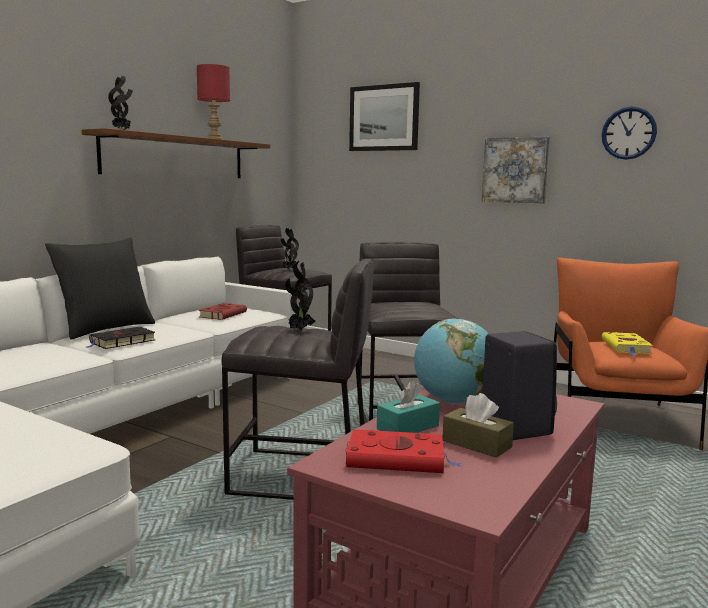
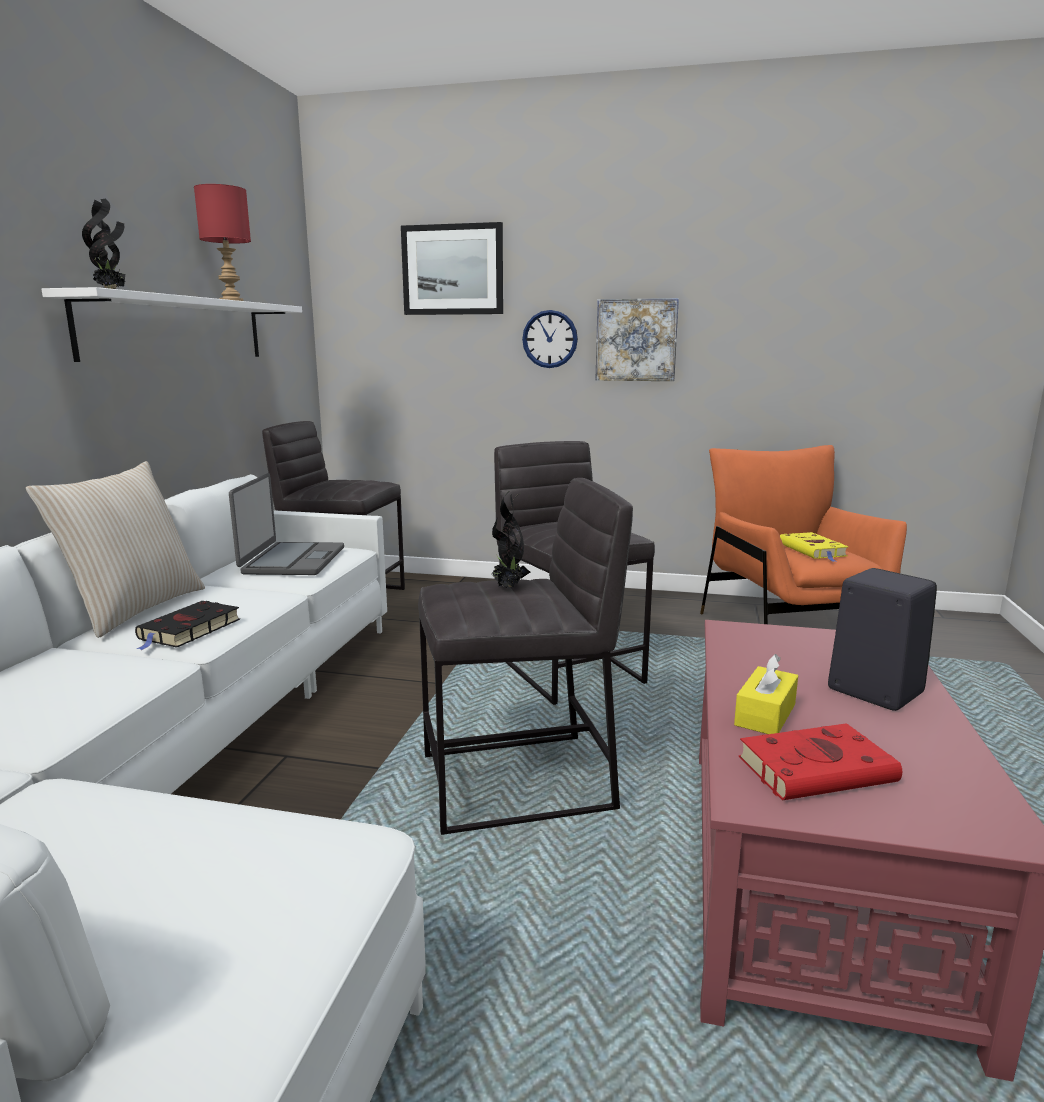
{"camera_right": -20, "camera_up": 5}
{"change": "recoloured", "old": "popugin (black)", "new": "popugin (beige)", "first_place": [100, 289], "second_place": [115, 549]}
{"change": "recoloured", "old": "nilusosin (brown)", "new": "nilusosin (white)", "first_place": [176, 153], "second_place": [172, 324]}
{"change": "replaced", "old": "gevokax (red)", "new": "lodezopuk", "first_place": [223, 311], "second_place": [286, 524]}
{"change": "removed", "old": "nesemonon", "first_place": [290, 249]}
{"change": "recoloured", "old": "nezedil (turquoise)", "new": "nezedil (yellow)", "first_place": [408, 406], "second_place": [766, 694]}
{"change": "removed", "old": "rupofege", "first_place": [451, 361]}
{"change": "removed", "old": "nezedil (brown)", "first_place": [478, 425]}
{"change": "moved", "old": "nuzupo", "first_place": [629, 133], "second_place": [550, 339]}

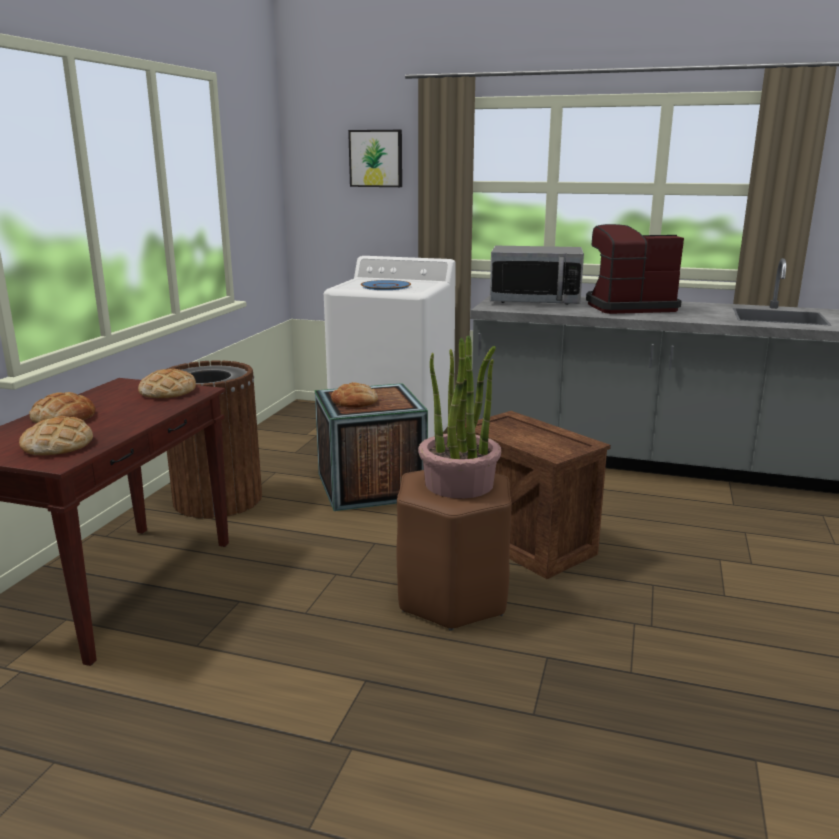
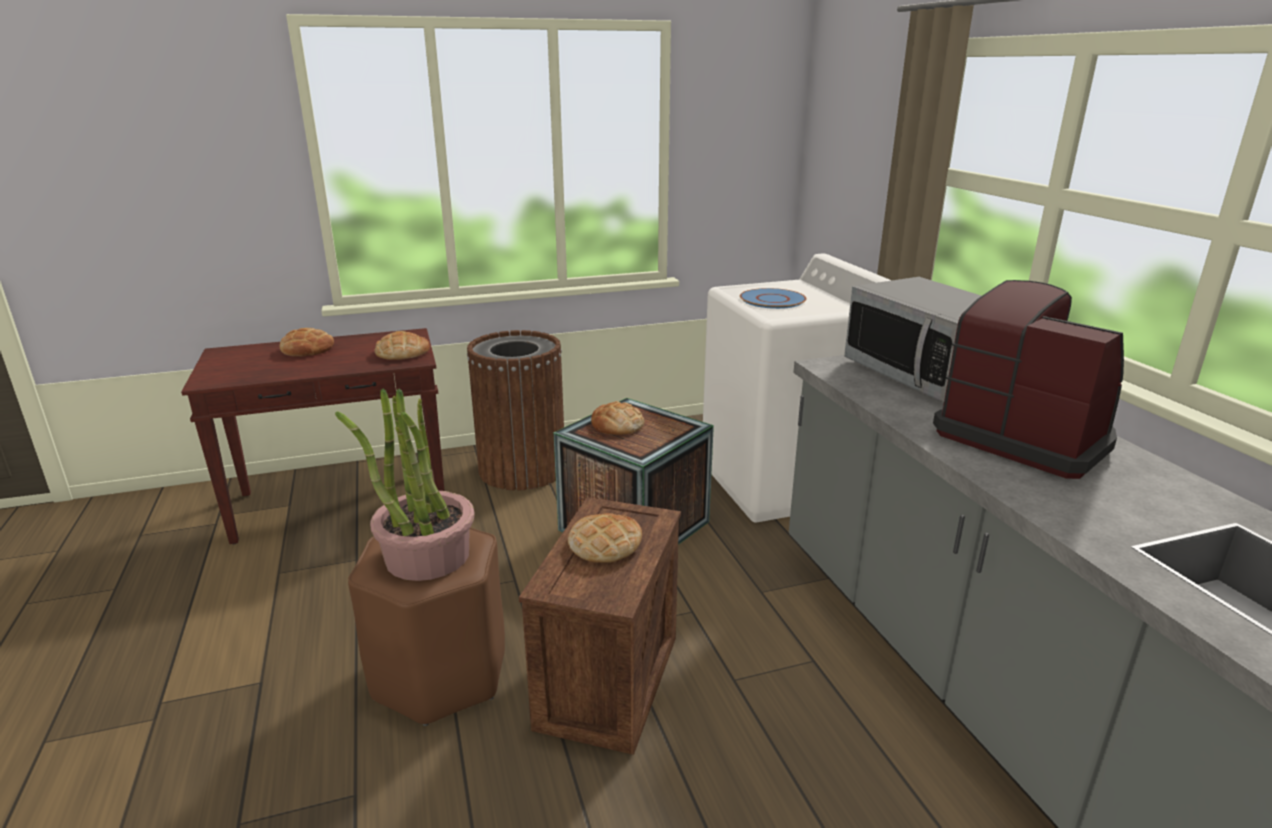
{"camera_right": 55, "camera_up": 5}
{"change": "moved", "old": "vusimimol", "first_place": [56, 435], "second_place": [605, 538]}
{"change": "removed", "old": "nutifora", "first_place": [375, 158]}

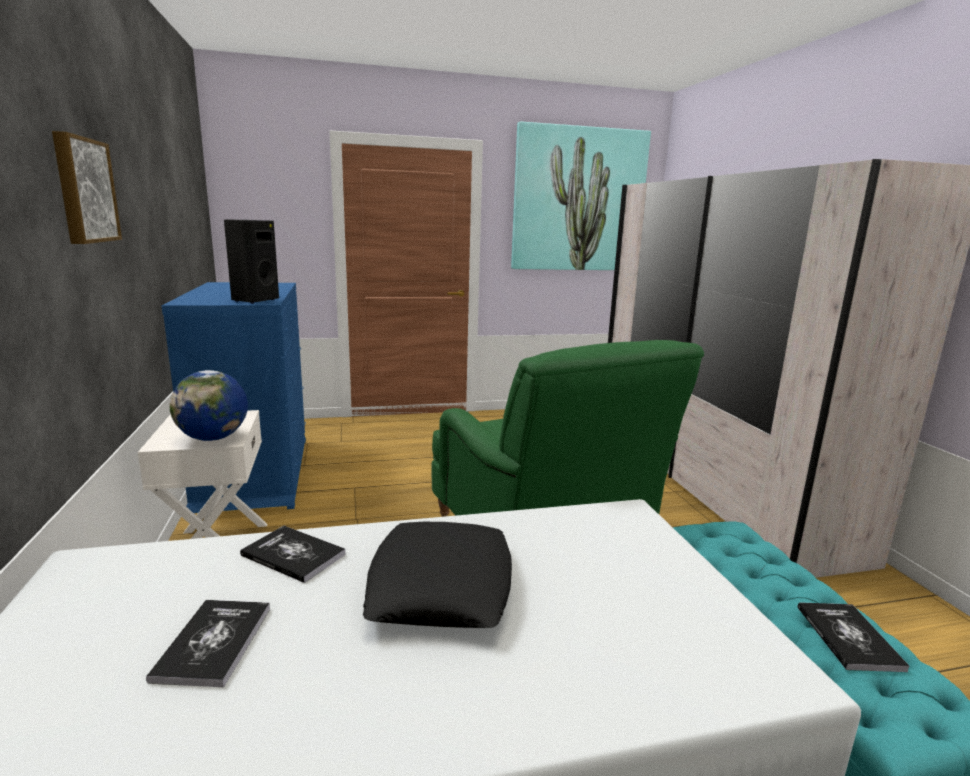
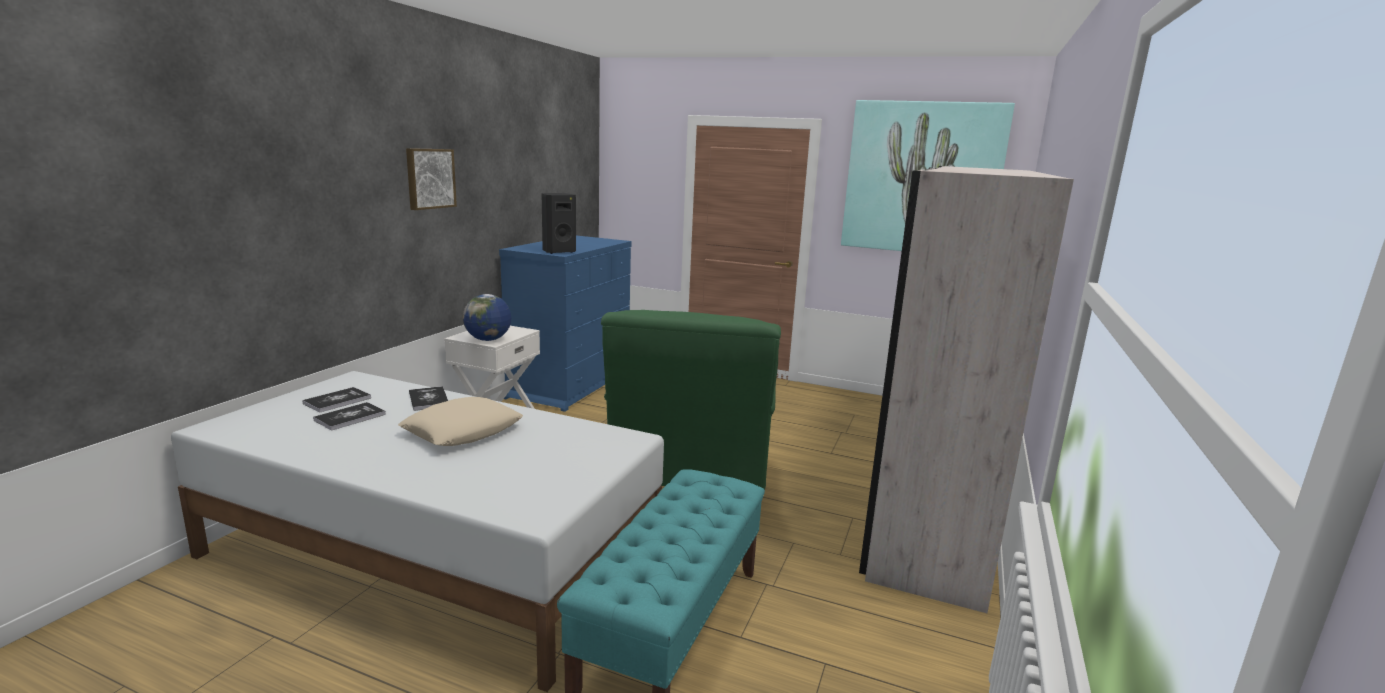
{"camera_right": 35, "camera_up": 0}
{"change": "recoloured", "old": "popugin (black)", "new": "popugin (beige)", "first_place": [437, 575], "second_place": [460, 421]}
{"change": "moved", "old": "gevokax", "first_place": [854, 637], "second_place": [336, 399]}

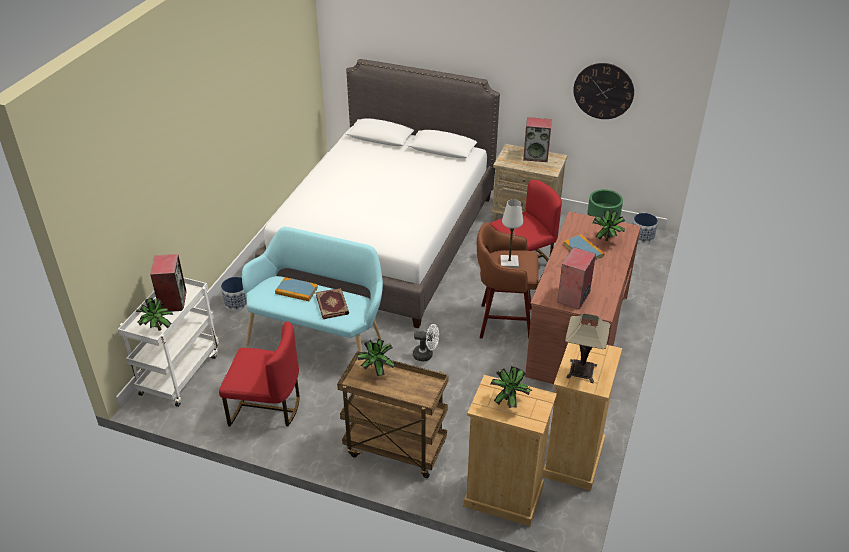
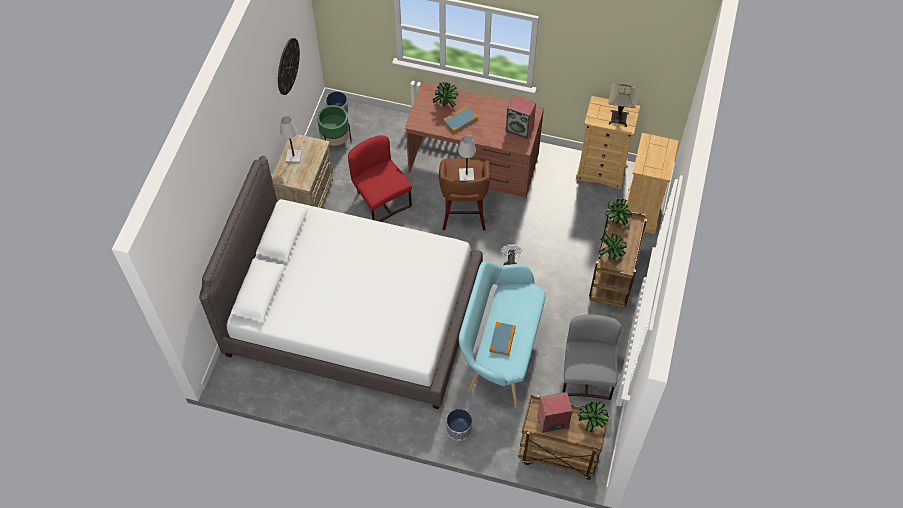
{"camera_right": -95, "camera_up": 20}
{"change": "recoloured", "old": "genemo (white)", "new": "genemo (brown)", "first_place": [168, 342], "second_place": [563, 437]}
{"change": "recoloured", "old": "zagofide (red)", "new": "zagofide (grey)", "first_place": [259, 373], "second_place": [592, 357]}
{"change": "removed", "old": "gevokax", "first_place": [332, 303]}
{"change": "moved", "old": "nesemonon", "first_place": [511, 387], "second_place": [618, 212]}
{"change": "replaced", "old": "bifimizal", "new": "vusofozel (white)", "first_place": [537, 139], "second_place": [291, 139]}

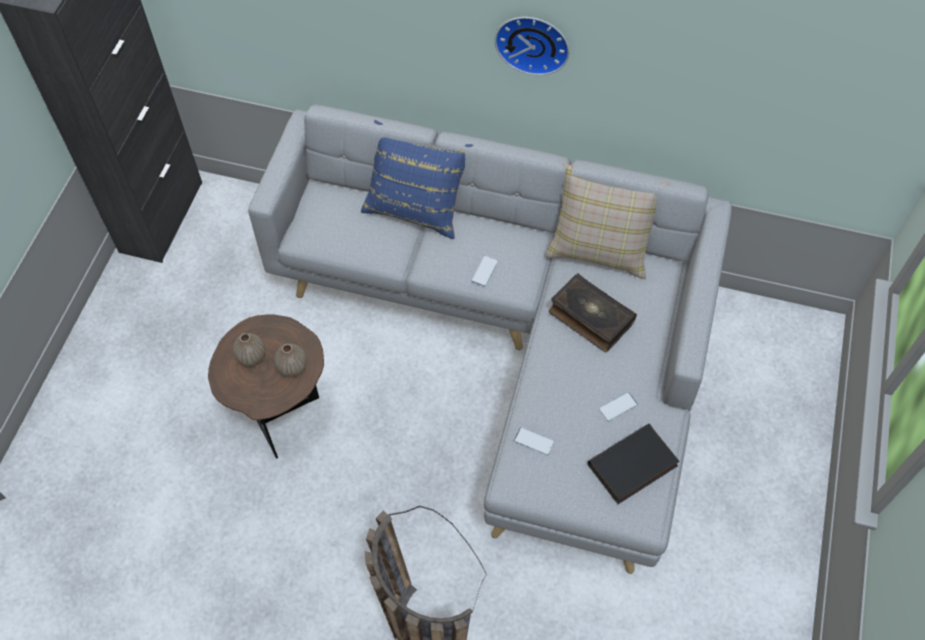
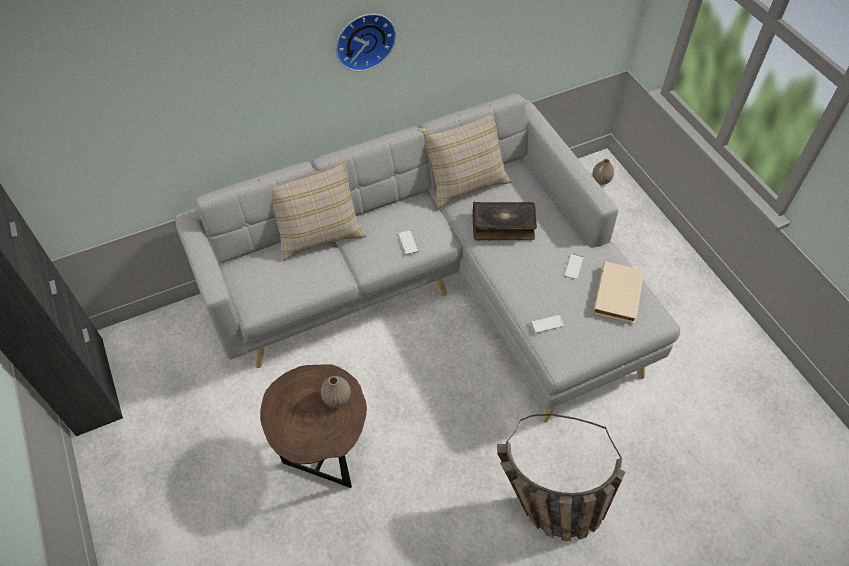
{"camera_right": -40, "camera_up": -5}
{"change": "moved", "old": "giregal", "first_place": [249, 350], "second_place": [603, 172]}
{"change": "recoloured", "old": "popugin (blue)", "new": "popugin (beige)", "first_place": [417, 179], "second_place": [312, 207]}
{"change": "recoloured", "old": "gevokax (black)", "new": "gevokax (beige)", "first_place": [634, 464], "second_place": [619, 292]}

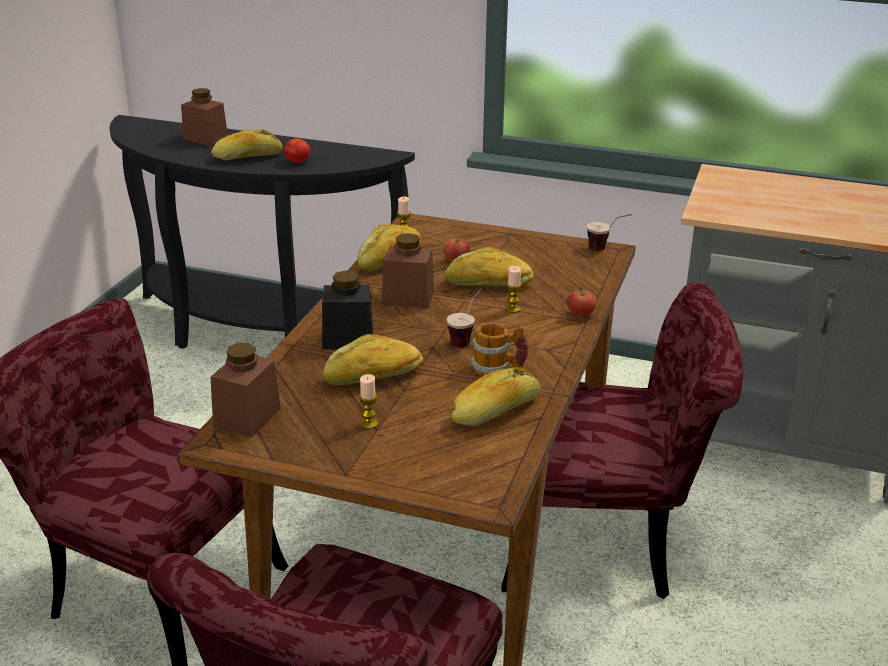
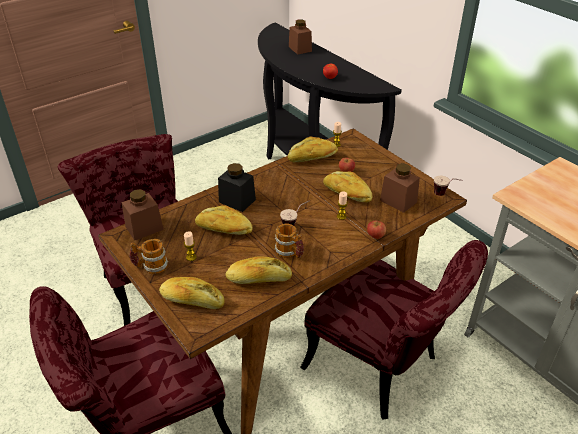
{"camera_right": 35, "camera_up": 10}
{"change": "moved", "old": "vusimimol", "first_place": [247, 144], "second_place": [192, 293]}
{"change": "moved", "old": "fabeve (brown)", "first_place": [408, 270], "second_place": [400, 188]}
{"change": "added", "new": "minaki", "second_place": [148, 256]}

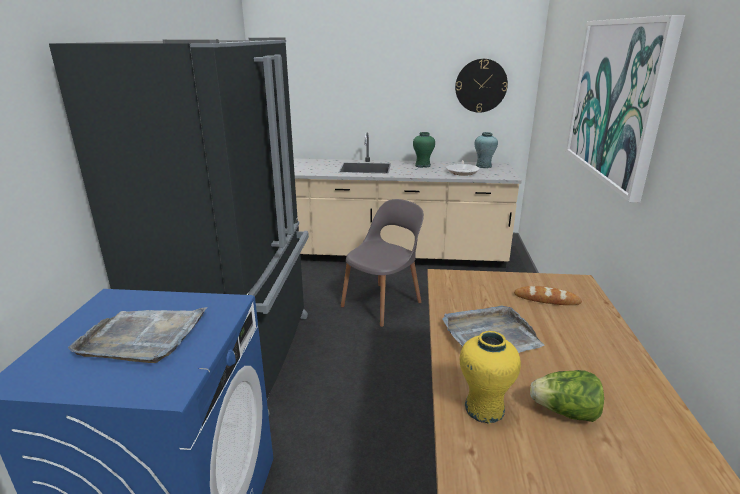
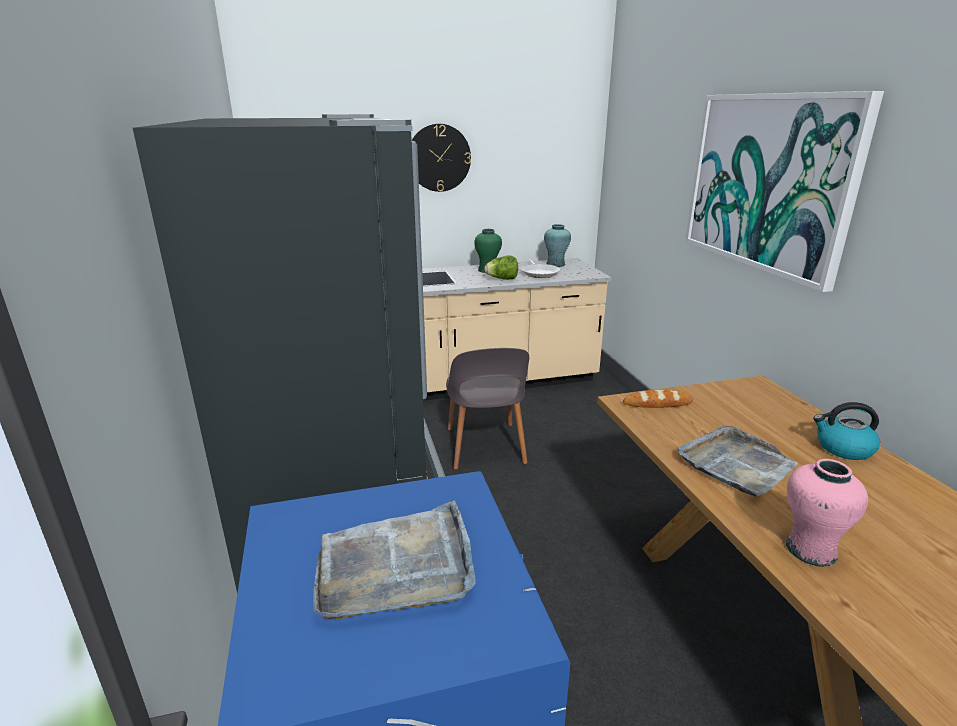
{"camera_right": -20, "camera_up": 0}
{"change": "turned", "old": "zagofide (grey)", "first_place": [382, 263], "second_place": [487, 409], "degrees": 150}
{"change": "moved", "old": "nuzupo", "first_place": [481, 86], "second_place": [441, 158]}
{"change": "recoloured", "old": "giregal (yellow)", "new": "giregal (pink)", "first_place": [490, 377], "second_place": [827, 513]}
{"change": "moved", "old": "vusimimol", "first_place": [548, 295], "second_place": [658, 399]}
{"change": "moved", "old": "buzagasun", "first_place": [567, 396], "second_place": [501, 267]}
{"change": "added", "new": "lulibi", "second_place": [846, 431]}

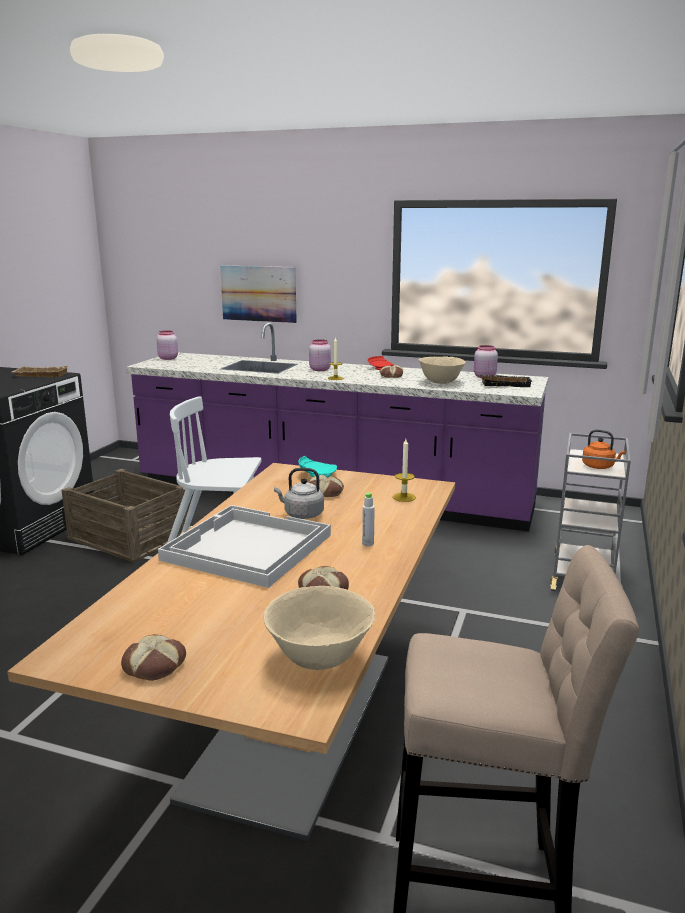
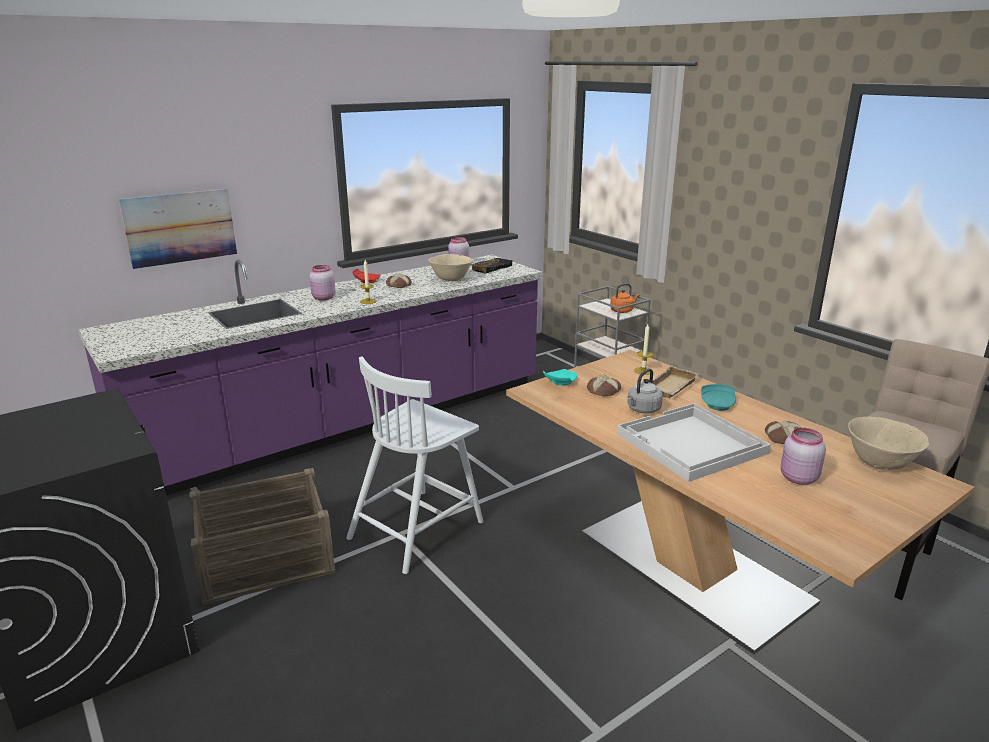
{"camera_right": -55, "camera_up": 5}
{"change": "moved", "old": "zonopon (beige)", "first_place": [40, 371], "second_place": [675, 381]}
{"change": "removed", "old": "vusimimol", "first_place": [153, 657]}
{"change": "moved", "old": "fabeve (pink)", "first_place": [167, 345], "second_place": [803, 456]}
{"change": "replaced", "old": "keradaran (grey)", "new": "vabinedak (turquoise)", "first_place": [368, 519], "second_place": [718, 397]}

